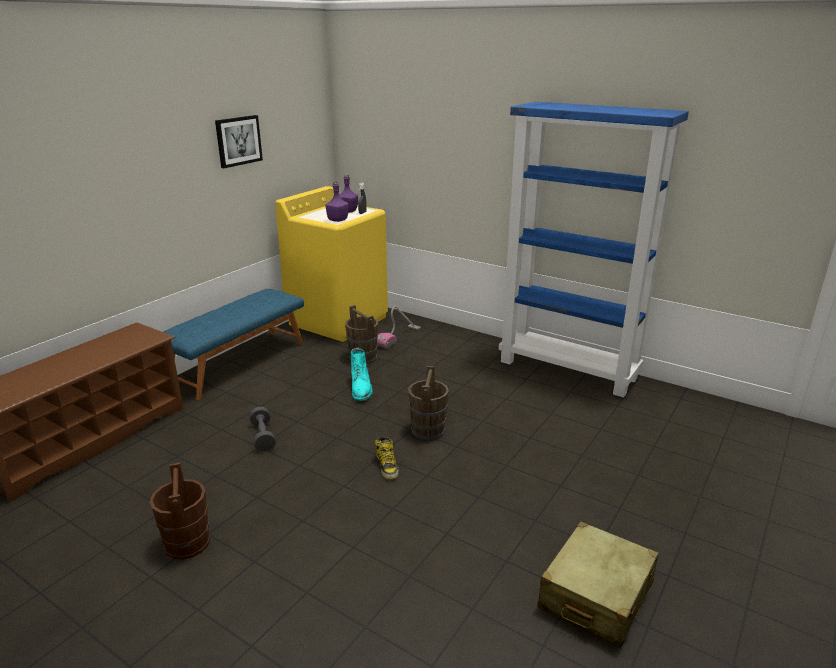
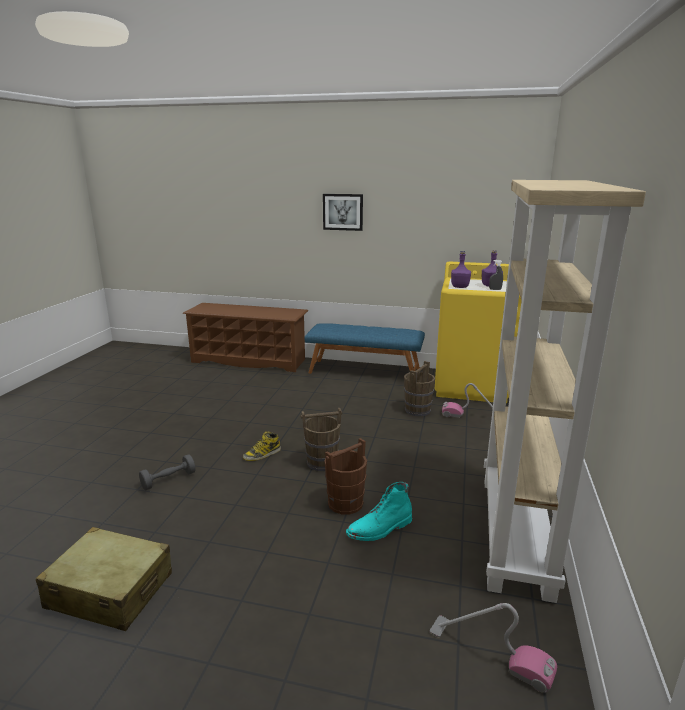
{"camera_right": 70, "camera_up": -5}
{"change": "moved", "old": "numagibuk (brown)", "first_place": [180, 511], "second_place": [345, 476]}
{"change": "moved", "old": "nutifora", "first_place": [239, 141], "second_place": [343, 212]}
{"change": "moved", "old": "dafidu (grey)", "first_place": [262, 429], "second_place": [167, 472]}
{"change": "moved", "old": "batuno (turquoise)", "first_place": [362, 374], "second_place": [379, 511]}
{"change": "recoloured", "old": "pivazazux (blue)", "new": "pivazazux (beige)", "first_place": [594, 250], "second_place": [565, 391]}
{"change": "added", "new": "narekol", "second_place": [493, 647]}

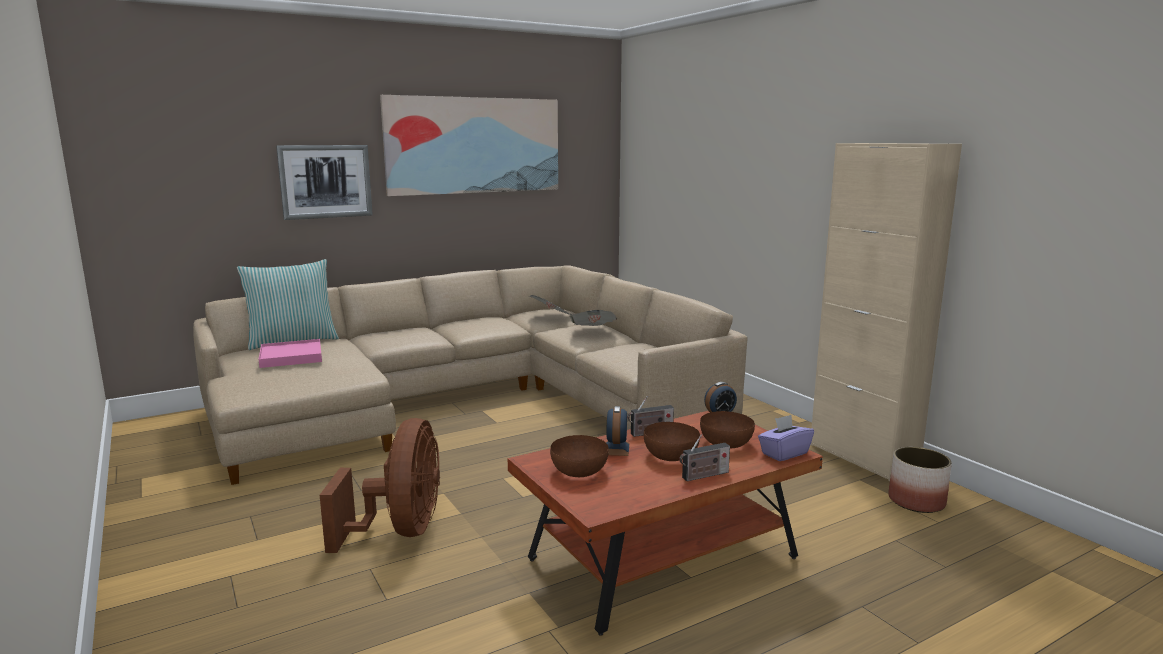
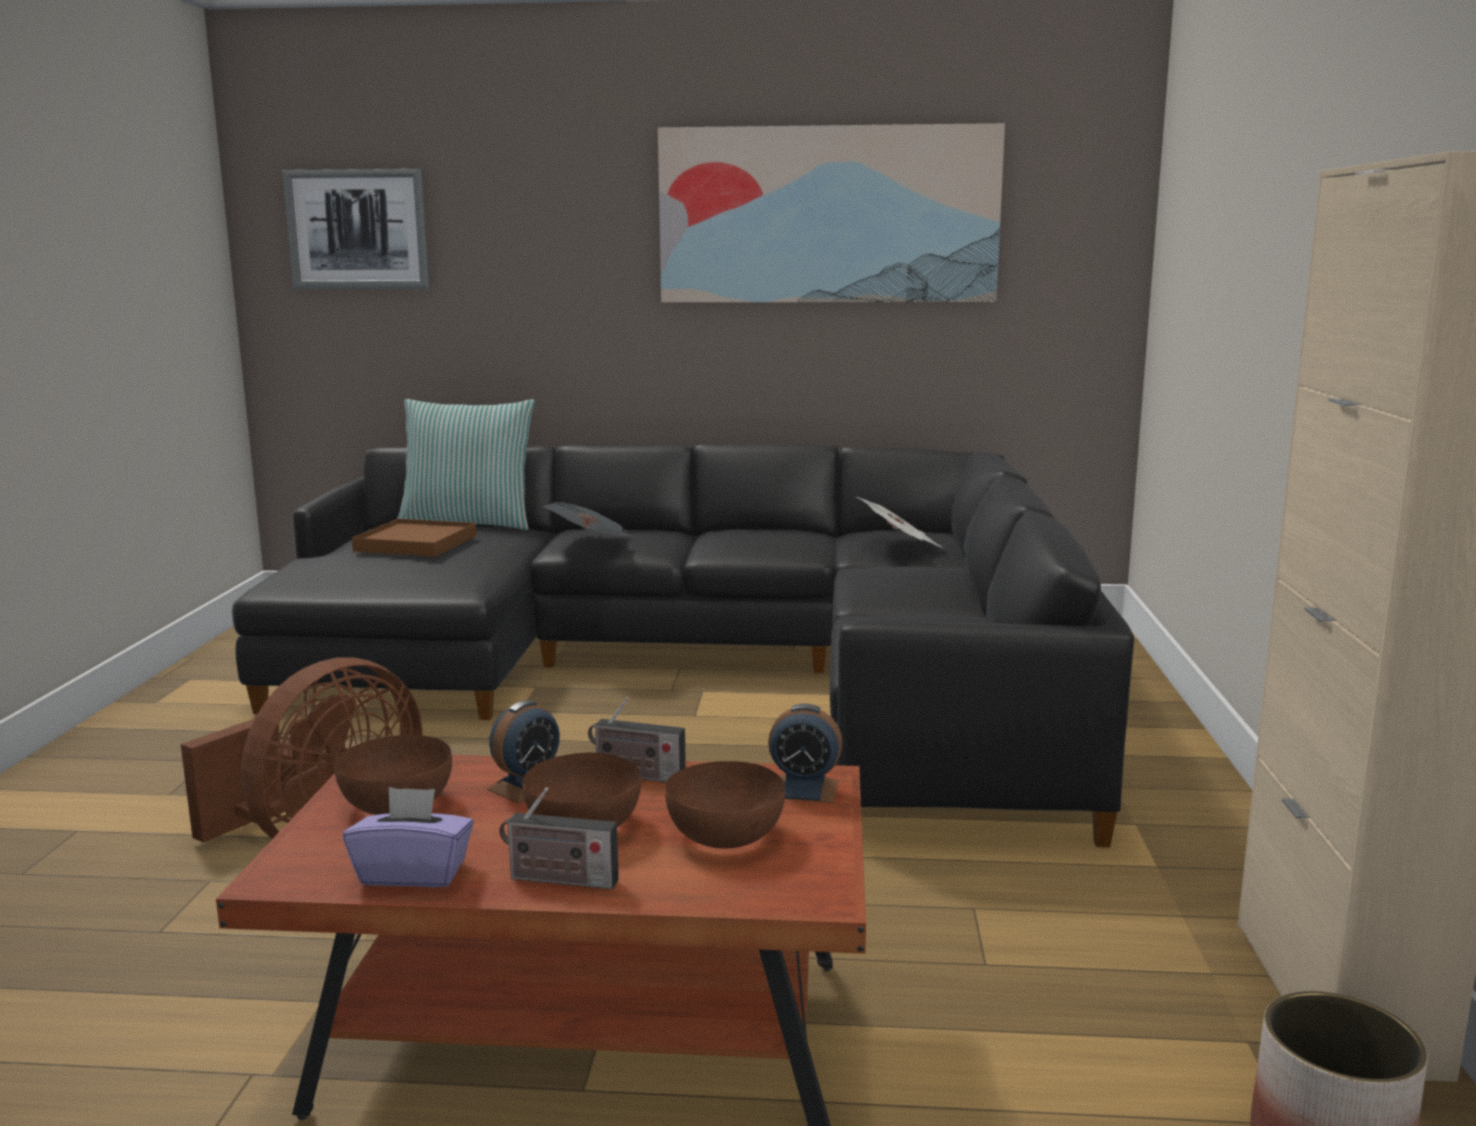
{"camera_right": 35, "camera_up": 0}
{"change": "recoloured", "old": "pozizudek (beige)", "new": "pozizudek (black)", "first_place": [470, 375], "second_place": [683, 645]}
{"change": "recoloured", "old": "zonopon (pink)", "new": "zonopon (brown)", "first_place": [290, 353], "second_place": [414, 538]}
{"change": "moved", "old": "nutifora", "first_place": [324, 182], "second_place": [356, 229]}
{"change": "moved", "old": "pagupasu", "first_place": [593, 318], "second_place": [587, 519]}
{"change": "moved", "old": "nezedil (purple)", "first_place": [786, 438], "second_place": [408, 837]}

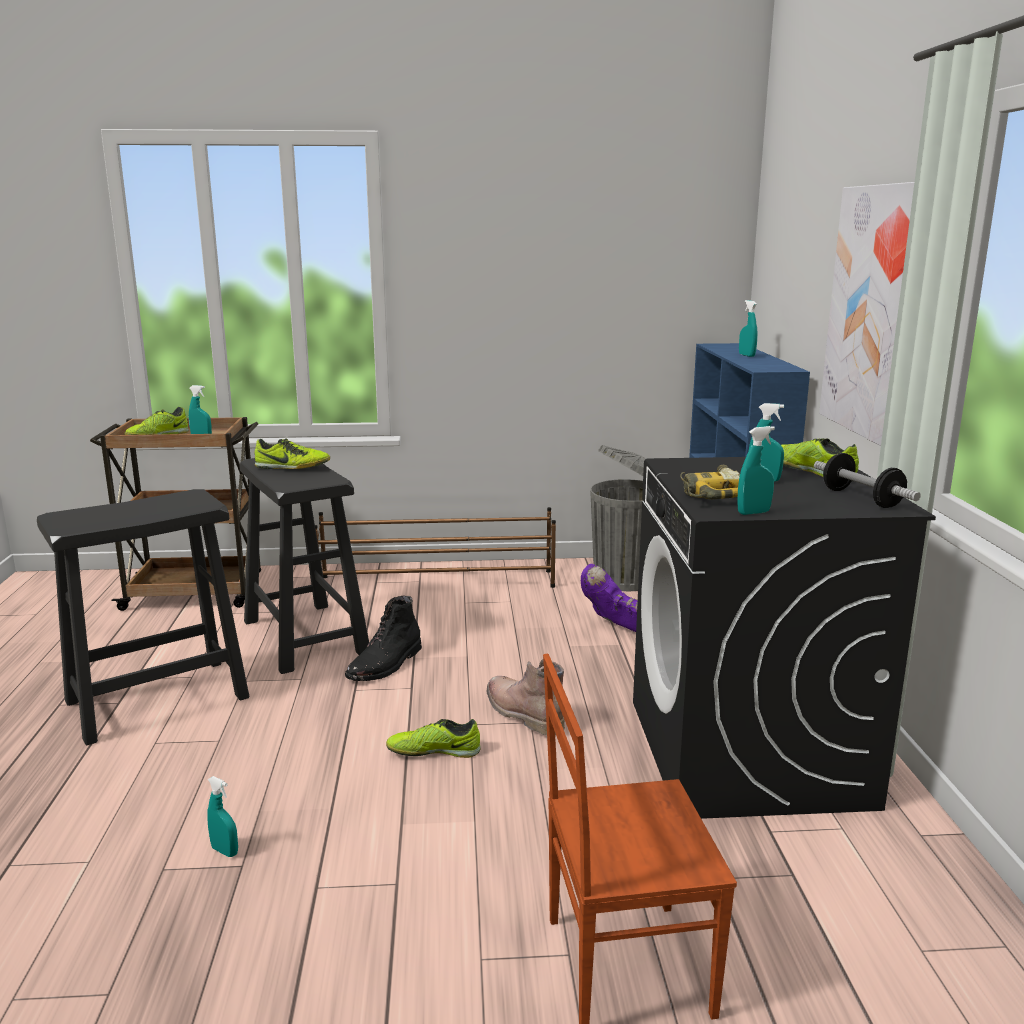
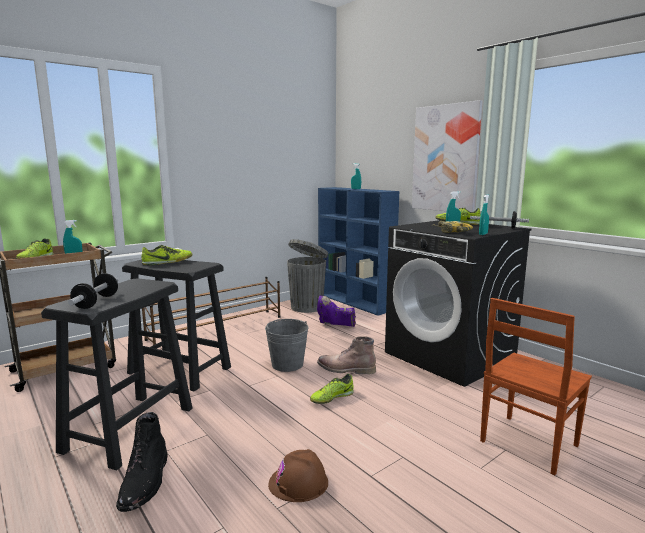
{"camera_right": -35, "camera_up": -5}
{"change": "replaced", "old": "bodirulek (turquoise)", "new": "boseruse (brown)", "first_place": [222, 816], "second_place": [298, 475]}
{"change": "moved", "old": "batuno (black)", "first_place": [383, 638], "second_place": [142, 462]}
{"change": "added", "new": "dafidu", "second_place": [93, 291]}
{"change": "added", "new": "numagibuk (grey)", "second_place": [287, 345]}

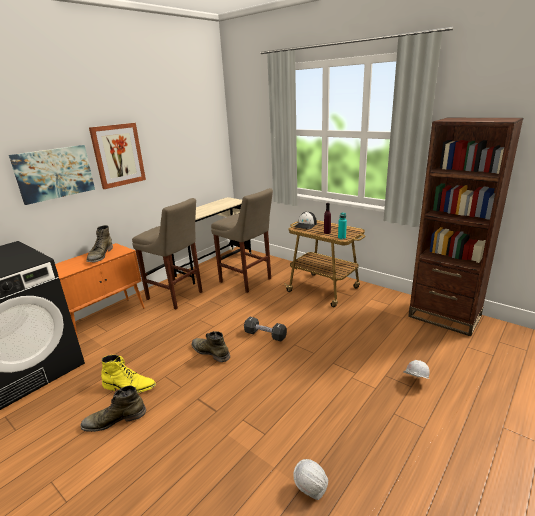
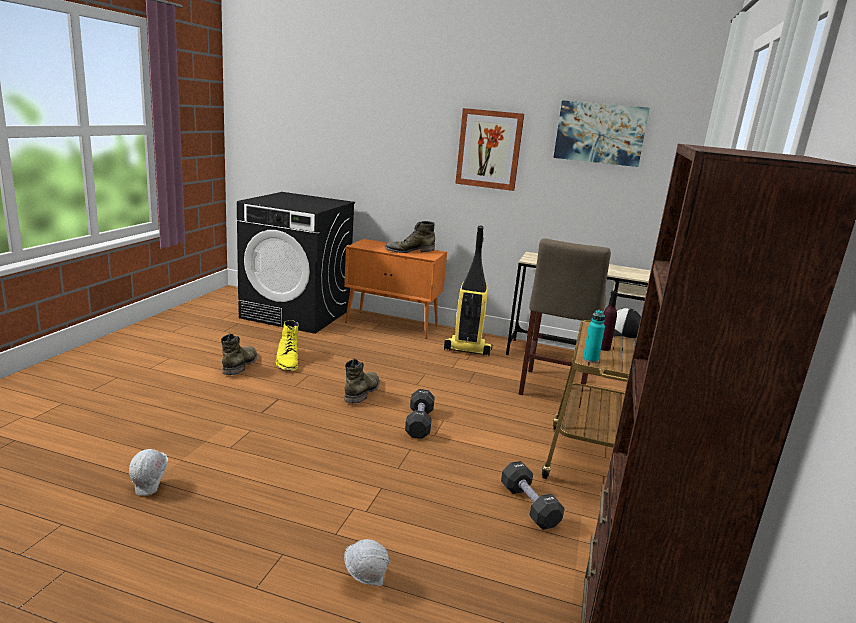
{"camera_right": 65, "camera_up": -5}
{"change": "moved", "old": "nutifora", "first_place": [52, 175], "second_place": [601, 133]}
{"change": "turned", "old": "batuno (green)", "first_place": [113, 408], "second_place": [239, 354], "degrees": 45}
{"change": "replaced", "old": "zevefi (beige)", "new": "narekol", "first_place": [167, 253], "second_place": [468, 291]}
{"change": "added", "new": "dafidu (black)", "second_place": [533, 495]}

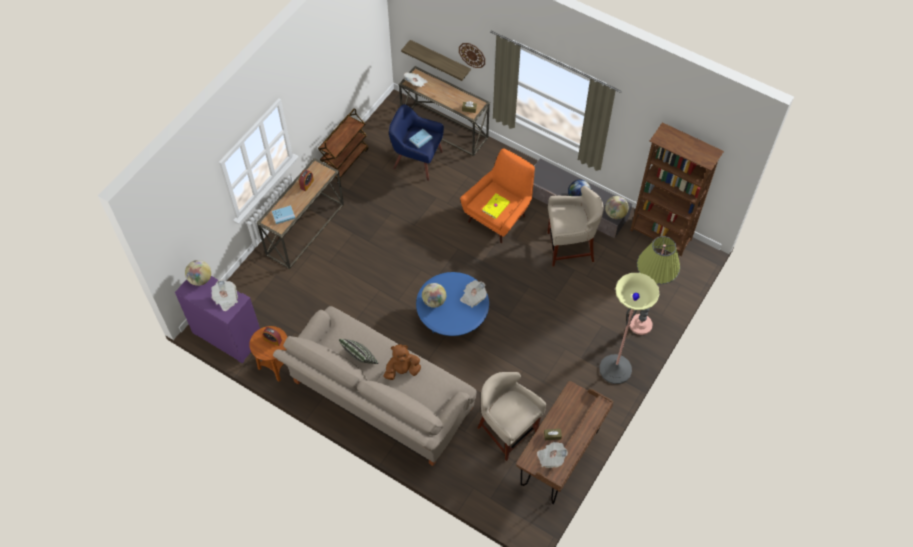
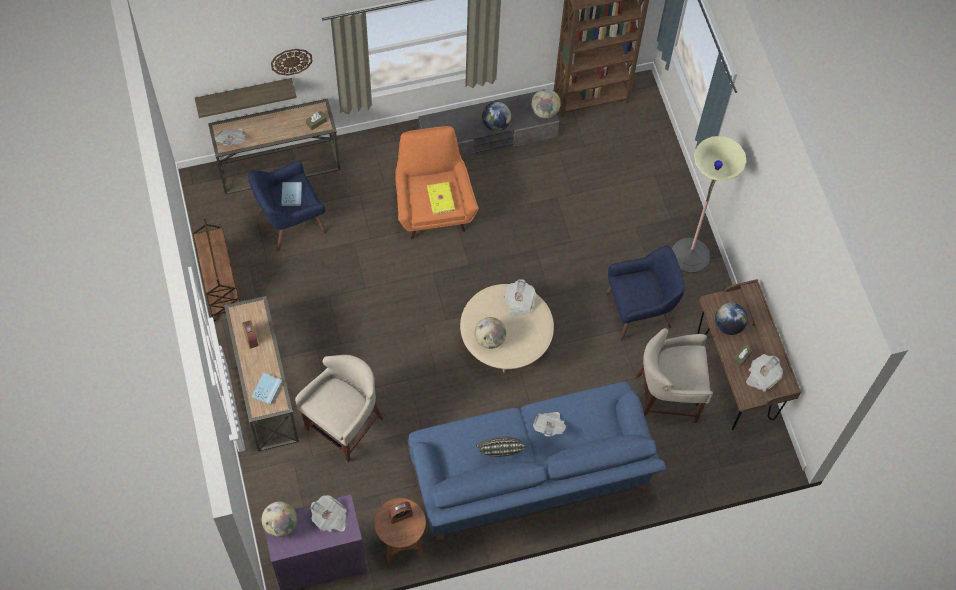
{"camera_right": -50, "camera_up": 5}
{"change": "recoloured", "old": "pozizudek (beige)", "new": "pozizudek (blue)", "first_place": [375, 386], "second_place": [537, 461]}
{"change": "replaced", "old": "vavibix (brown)", "new": "pagupasu", "first_place": [402, 362], "second_place": [550, 424]}
{"change": "recoloured", "old": "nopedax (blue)", "new": "nopedax (beige)", "first_place": [452, 304], "second_place": [507, 328]}
{"change": "moved", "old": "zevefi (beige)", "first_place": [575, 225], "second_place": [339, 409]}
{"change": "removed", "old": "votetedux", "first_place": [654, 285]}
{"change": "added", "new": "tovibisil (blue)", "second_place": [645, 293]}
{"change": "added", "new": "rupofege", "second_place": [731, 319]}

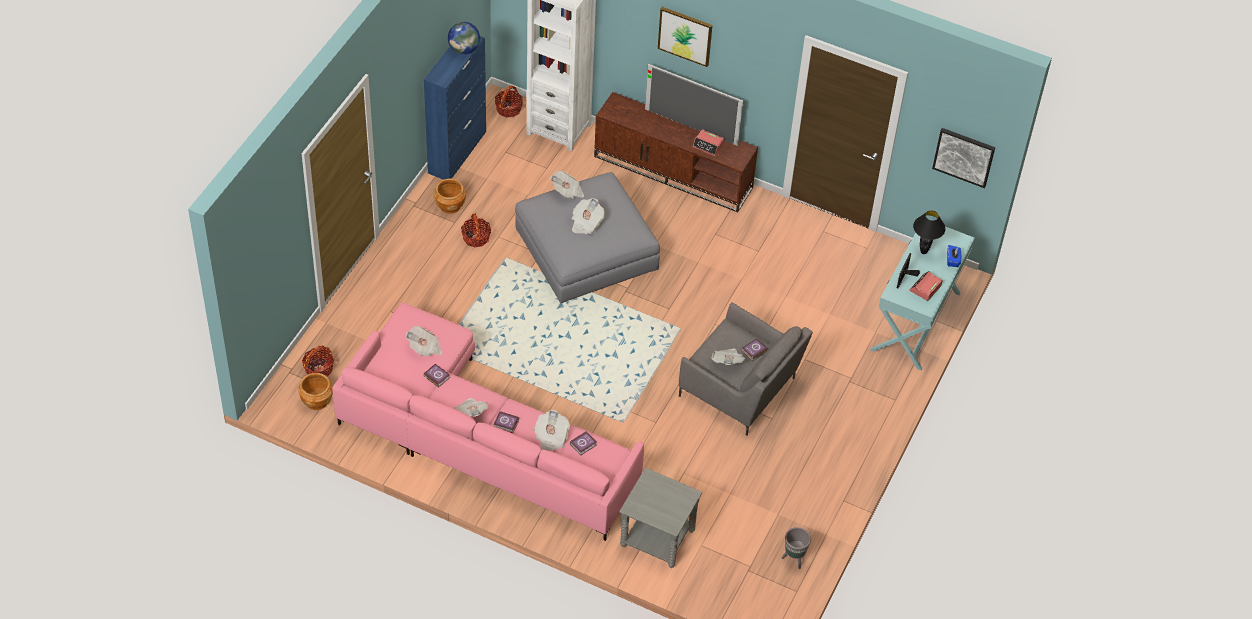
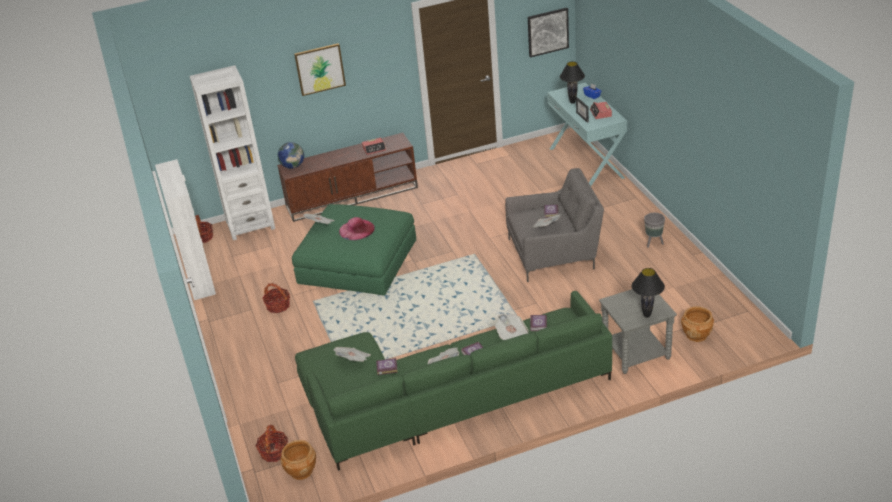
{"camera_right": -40, "camera_up": -15}
{"change": "recoloured", "old": "pozizudek (pink)", "new": "pozizudek (green)", "first_place": [488, 422], "second_place": [453, 381]}
{"change": "recoloured", "old": "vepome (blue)", "new": "vepome (white)", "first_place": [455, 108], "second_place": [185, 229]}
{"change": "moved", "old": "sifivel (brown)", "first_place": [450, 196], "second_place": [697, 324]}
{"change": "moved", "old": "rupofege", "first_place": [464, 38], "second_place": [291, 155]}
{"change": "recoloured", "old": "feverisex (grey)", "new": "feverisex (green)", "first_place": [587, 237], "second_place": [354, 250]}
{"change": "replaced", "old": "pagupasu", "new": "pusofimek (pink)", "first_place": [588, 216], "second_place": [357, 228]}
{"change": "removed", "old": "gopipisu", "first_place": [694, 105]}
{"change": "moved", "old": "sifivel (grey)", "first_place": [796, 548], "second_place": [654, 230]}
{"change": "added", "new": "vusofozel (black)", "second_place": [648, 293]}

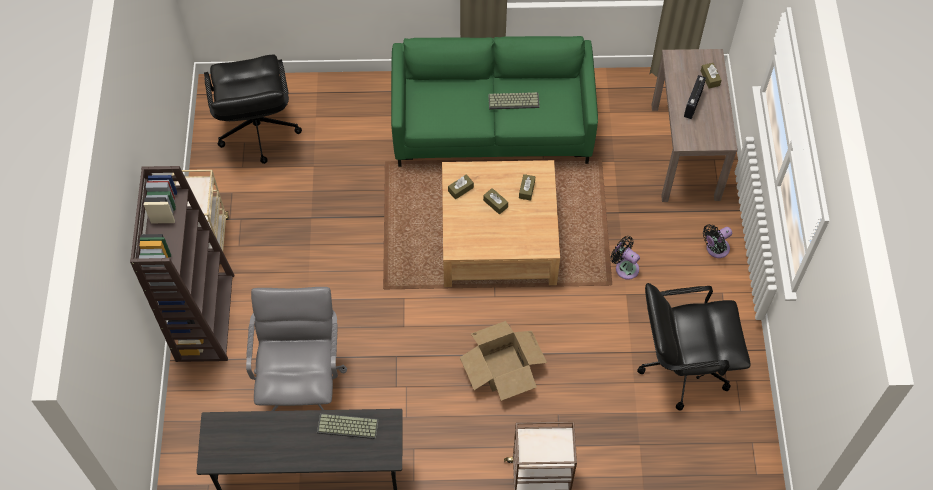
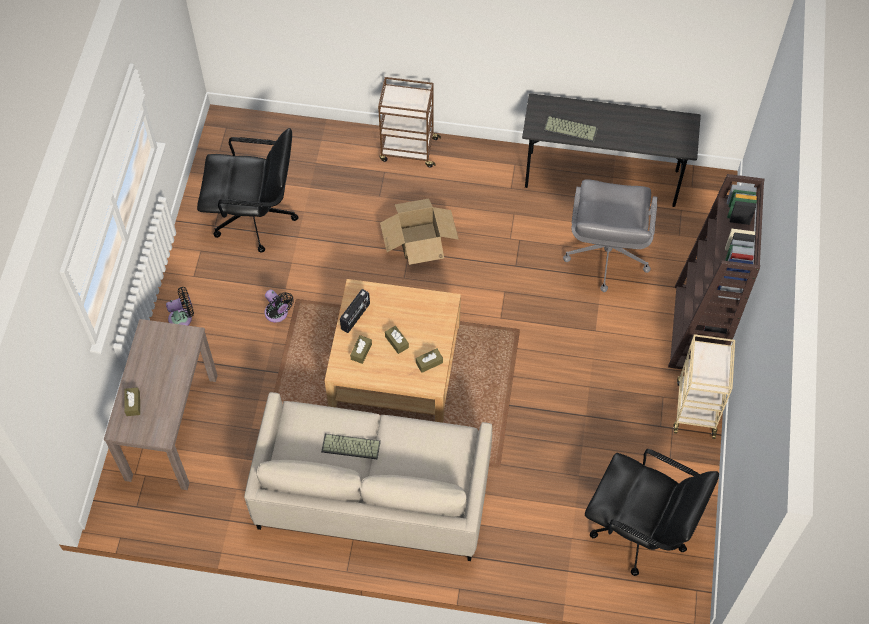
{"camera_right": -170, "camera_up": 0}
{"change": "turned", "old": "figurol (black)", "first_place": [253, 109], "second_place": [652, 512], "degrees": 120}
{"change": "recoloured", "old": "pozizudek (green)", "new": "pozizudek (beige)", "first_place": [494, 101], "second_place": [368, 476]}
{"change": "moved", "old": "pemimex", "first_place": [695, 97], "second_place": [355, 311]}

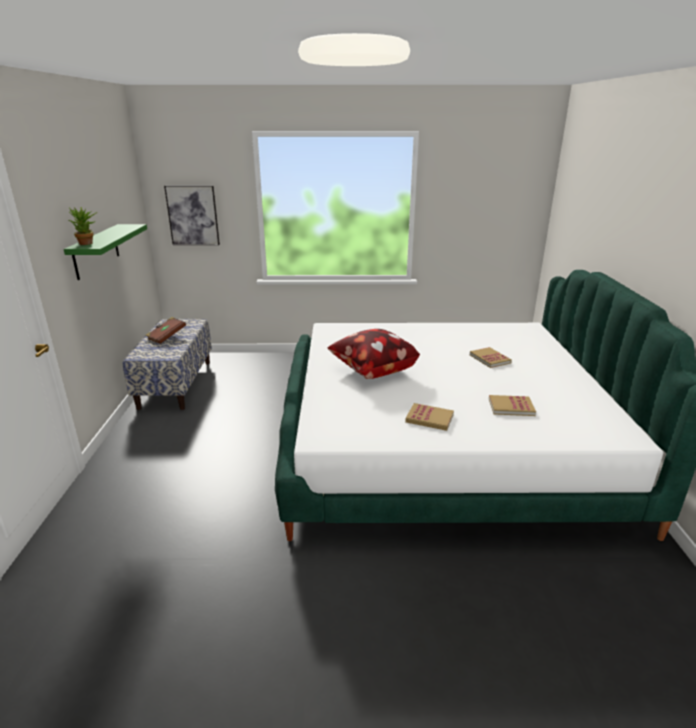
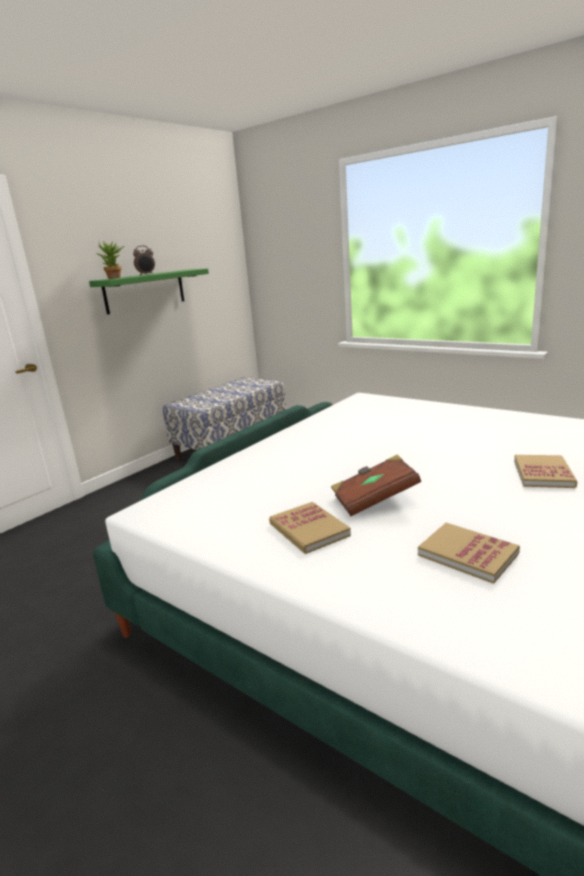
{"camera_right": 40, "camera_up": -5}
{"change": "moved", "old": "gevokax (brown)", "first_place": [165, 330], "second_place": [376, 485]}
{"change": "removed", "old": "nutifora", "first_place": [192, 215]}
{"change": "removed", "old": "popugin", "first_place": [373, 354]}
{"change": "added", "new": "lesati", "second_place": [144, 260]}

